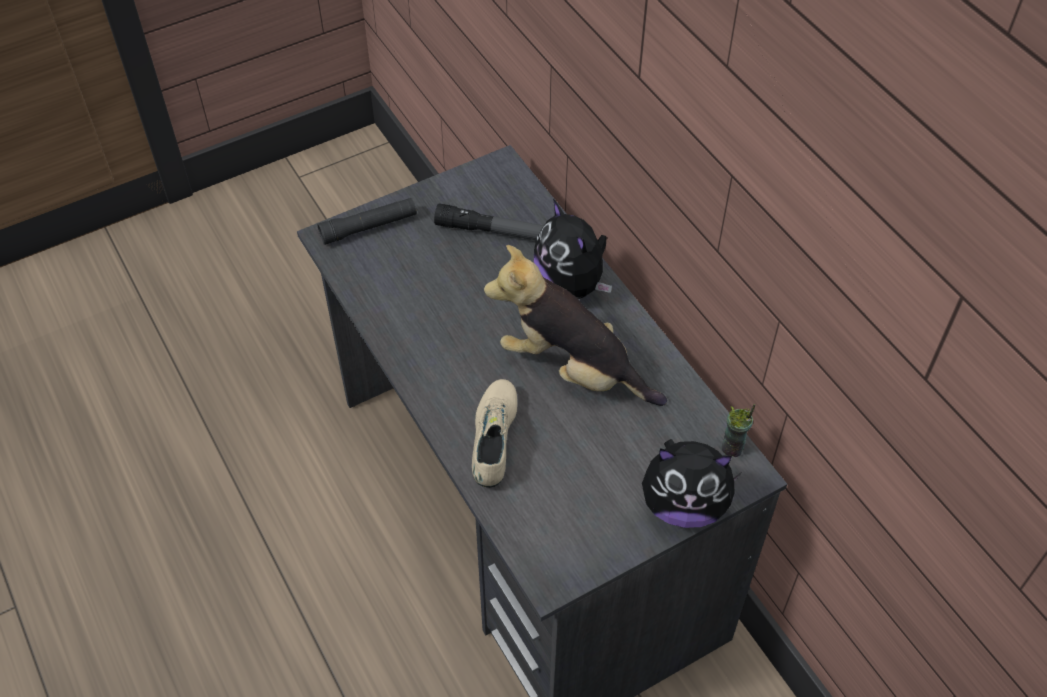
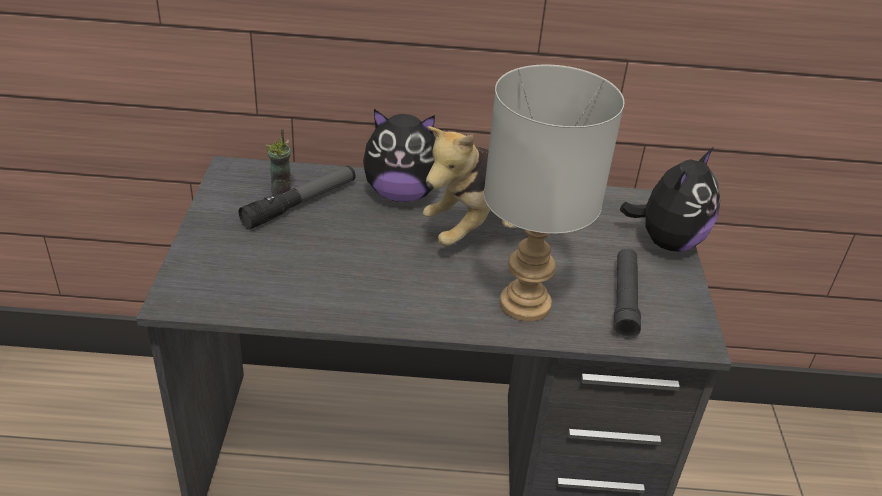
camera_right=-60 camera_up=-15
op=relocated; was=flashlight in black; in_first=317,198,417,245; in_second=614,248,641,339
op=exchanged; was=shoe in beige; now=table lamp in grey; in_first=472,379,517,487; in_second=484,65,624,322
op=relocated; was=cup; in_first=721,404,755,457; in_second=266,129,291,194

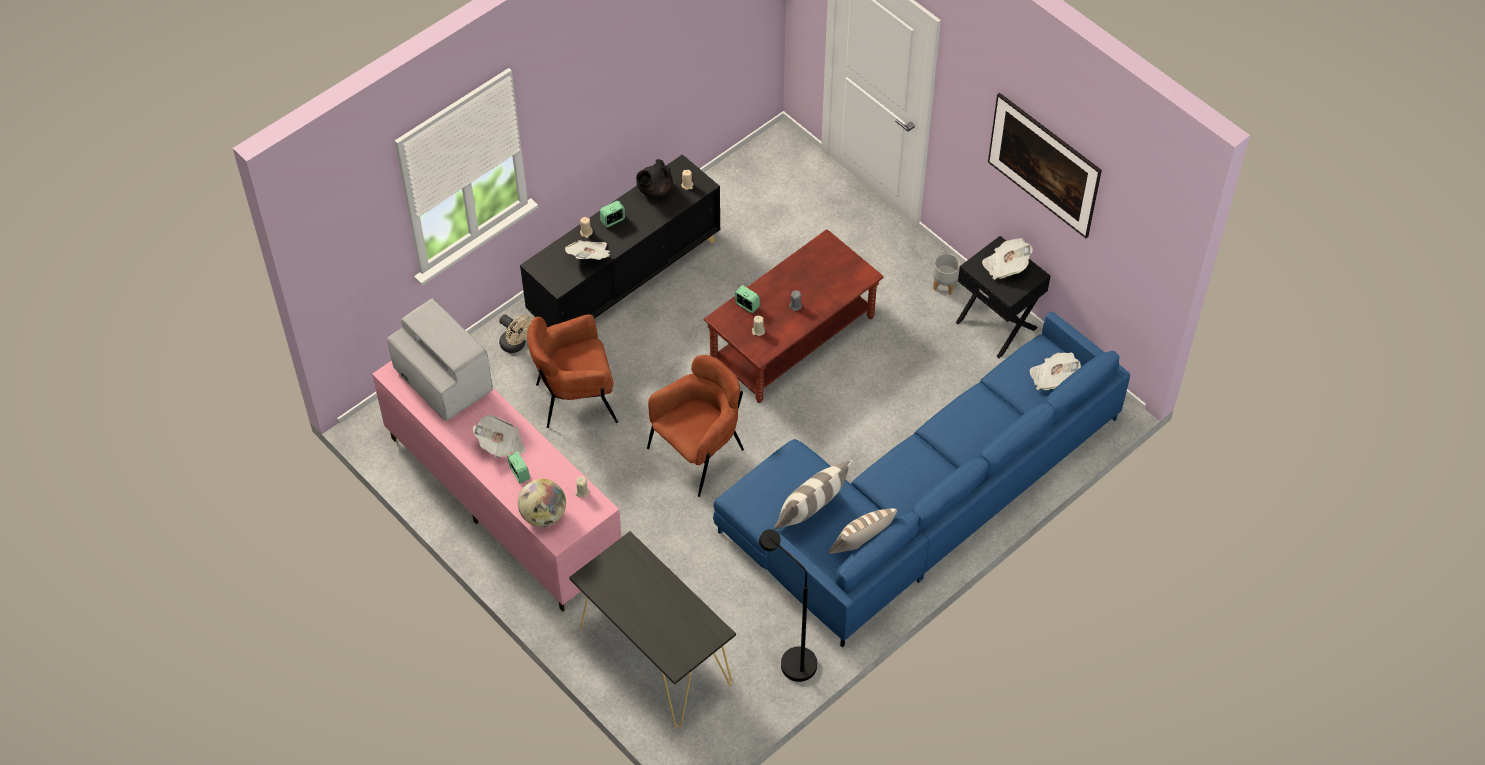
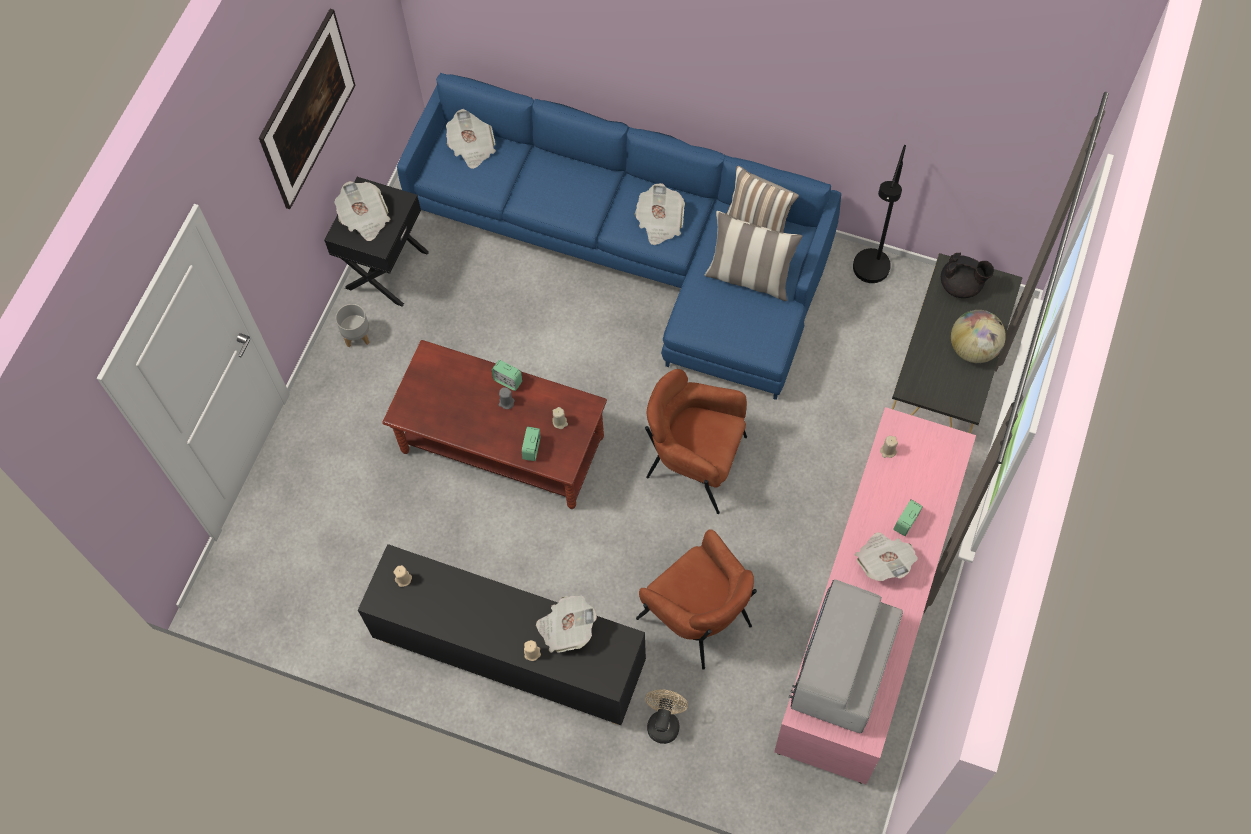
camera_right=-115 camera_up=10
op=relocated; was=globe; in_first=518,479,566,527; in_second=951,310,1006,363
op=relocated; was=alarm clock; in_first=600,201,625,227; in_second=492,360,522,391
op=relocated; was=teapot in black; in_first=636,159,673,198; in_second=941,253,994,298
op=appeared; now=newspaper; in_second=635,183,685,245

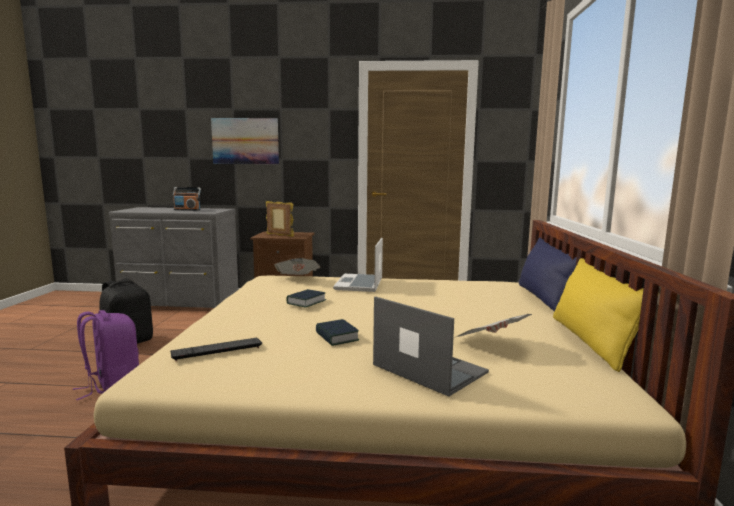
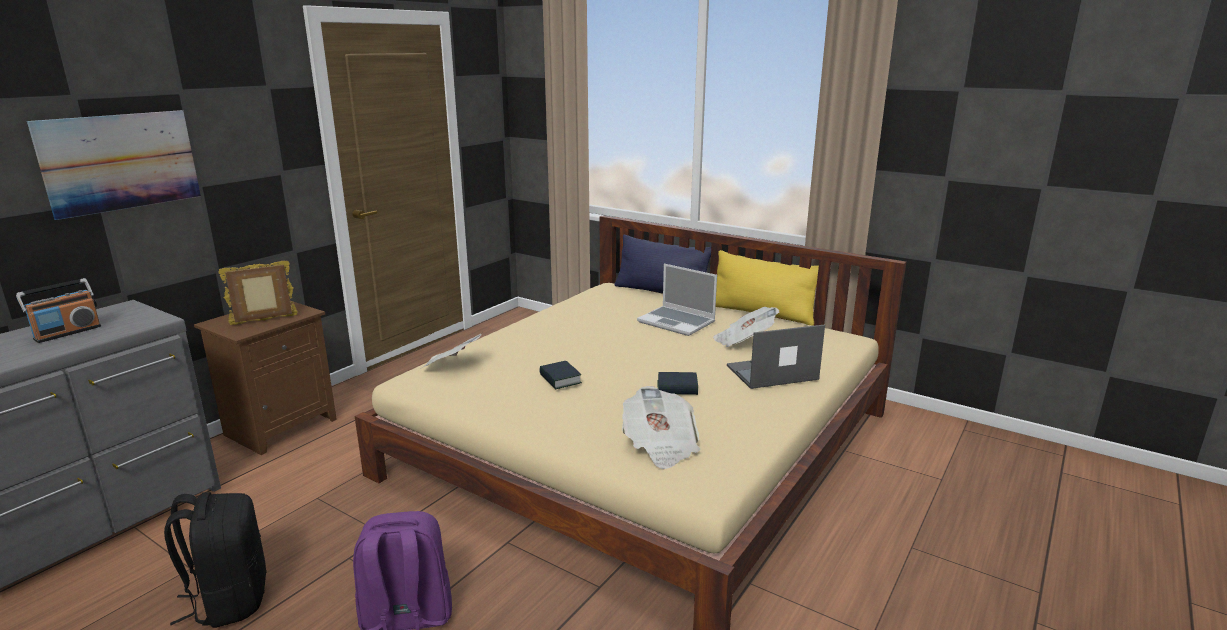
camera_right=-60 camera_up=10
op=exchanged; was=keyboard; now=newspaper; in_first=170,338,262,361; in_second=622,386,700,469
op=relocated; was=laptop; in_first=333,238,383,292; in_second=637,264,717,336

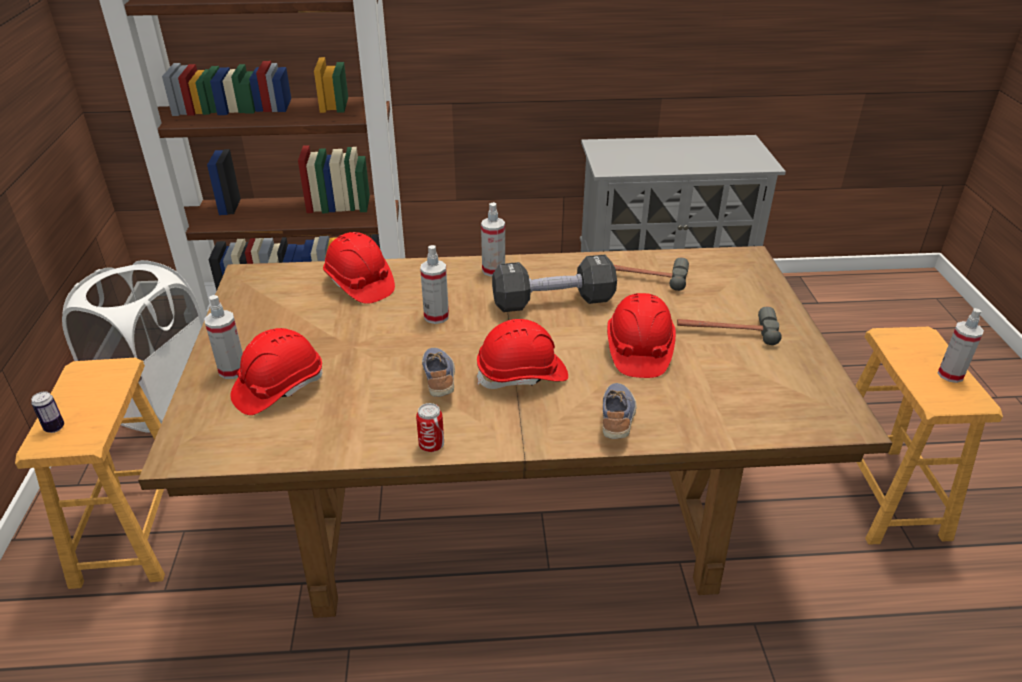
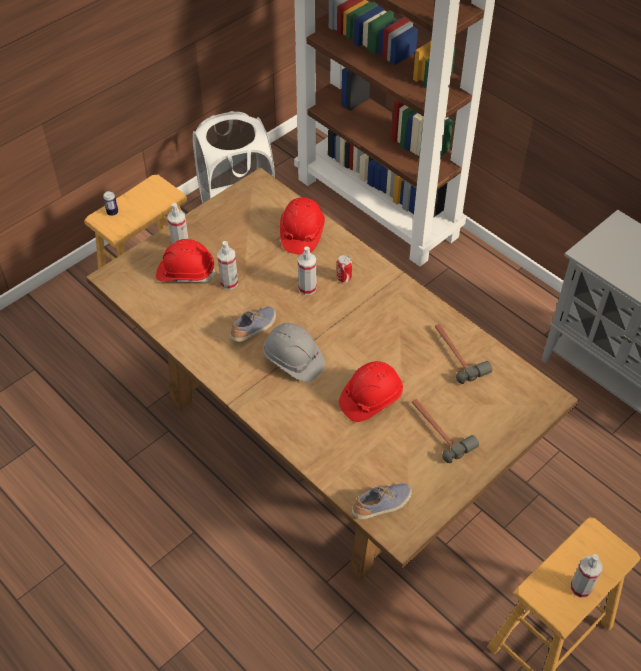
camera_right=50 camera_up=15
op=relocated; was=can; in_first=416,403,444,452; in_second=337,255,352,282
op=colour; was=hard hat in red; now=hard hat in grey; in_first=477,319,568,389; in_second=263,323,325,382
op=relocated; was=spray bottle; in_first=481,202,505,277; in_second=217,241,238,290
op=missing; was=dumbbell in black; in_first=492,255,617,312
op=relocated; was=shoe; in_first=603,383,637,439; in_second=352,483,412,519

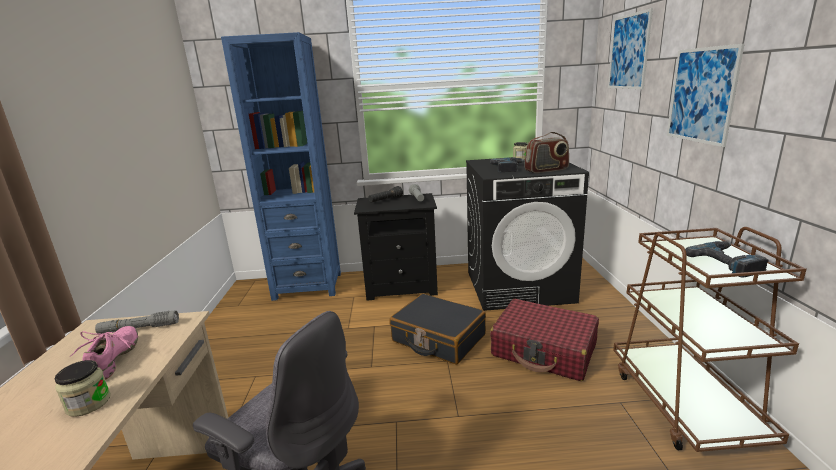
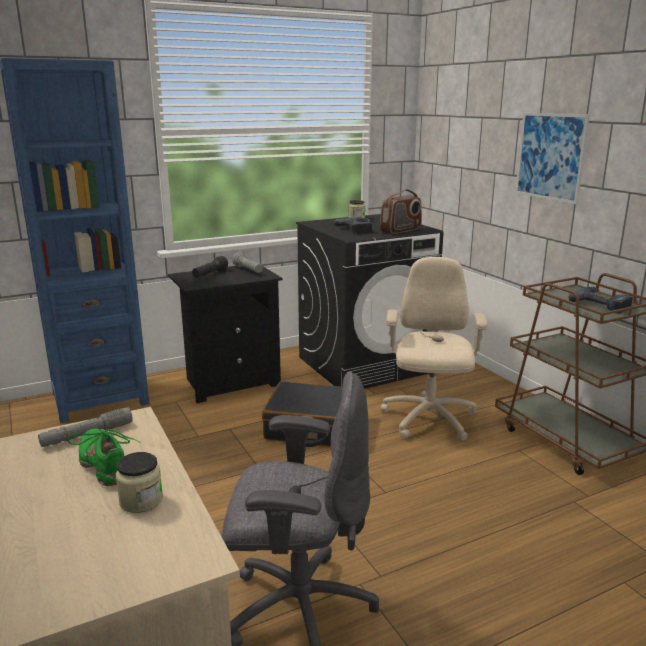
camera_right=-25 camera_up=0
op=colour; was=shoe in pink; now=shoe in green; in_first=70,326,138,380; in_second=68,428,141,486
op=exchanged; was=suitcase in red; now=office chair in beige; in_first=490,299,599,381; in_second=381,257,488,441
op=missing; was=picture; in_first=608,8,653,89

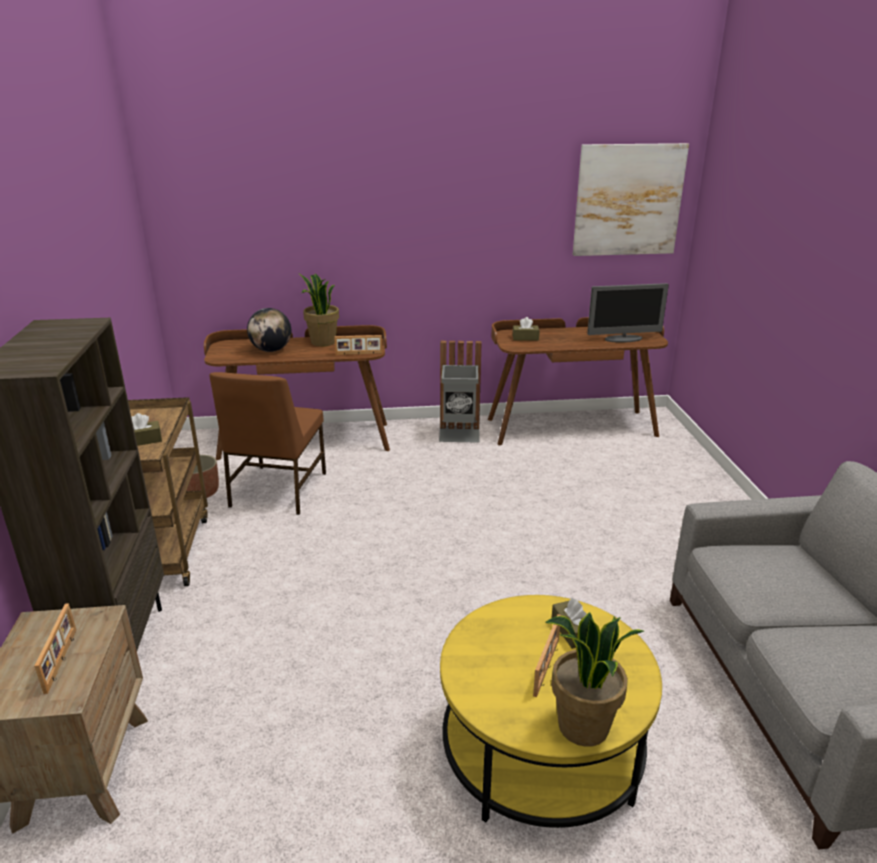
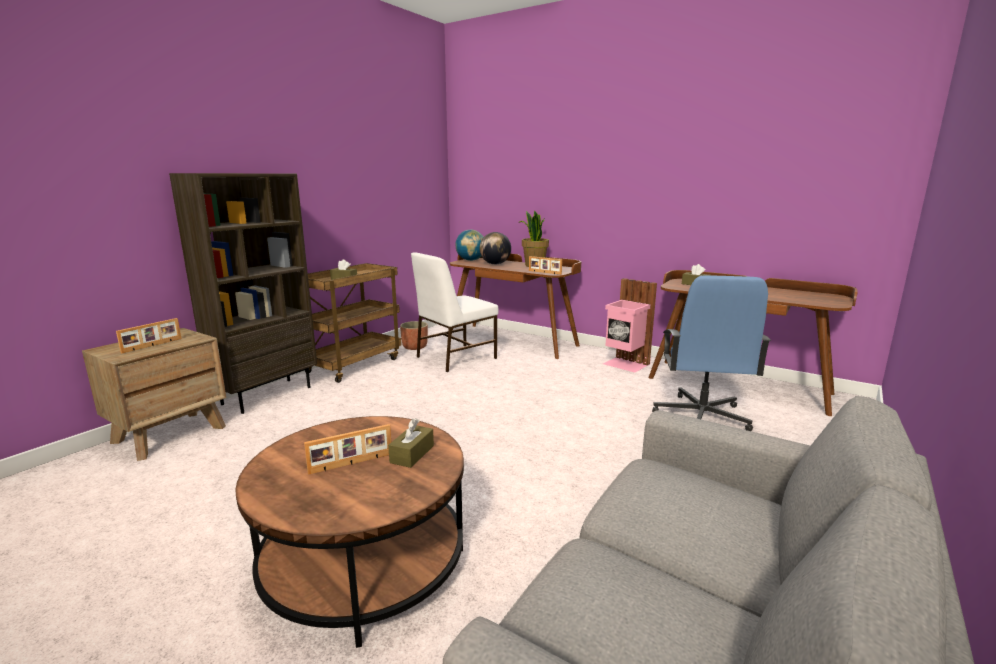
camera_right=40 camera_up=-10
op=colour; was=chair in brown; now=chair in white; in_first=209,372,326,515; in_second=411,252,498,372
op=colour; was=trash can in grey; now=trash can in pink; in_first=439,341,481,443; in_second=603,278,657,373
op=colour; was=coffee table in yellow; now=coffee table in brown; in_first=440,595,662,828; in_second=236,416,464,648
op=missing; was=potted plant; in_first=545,612,644,747
op=missing; was=picture; in_first=573,143,689,256
op=missing; was=monitor; in_first=587,283,669,343
op=appeared; now=globe; in_second=455,230,483,261
op=appeared; now=office chair in blue; in_second=652,275,771,431

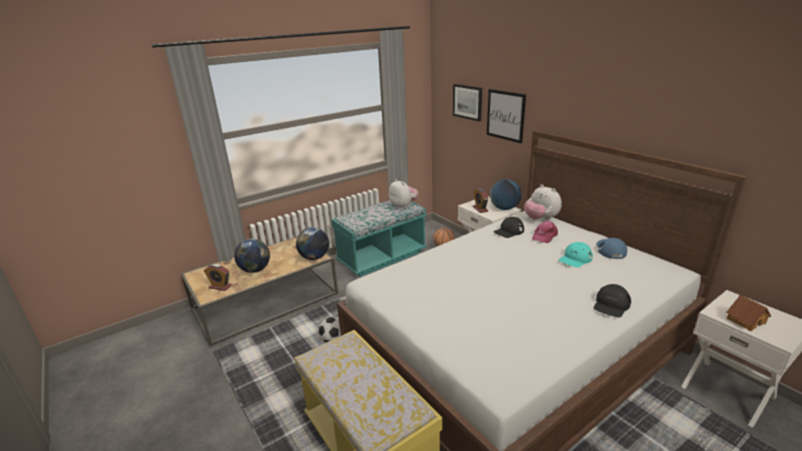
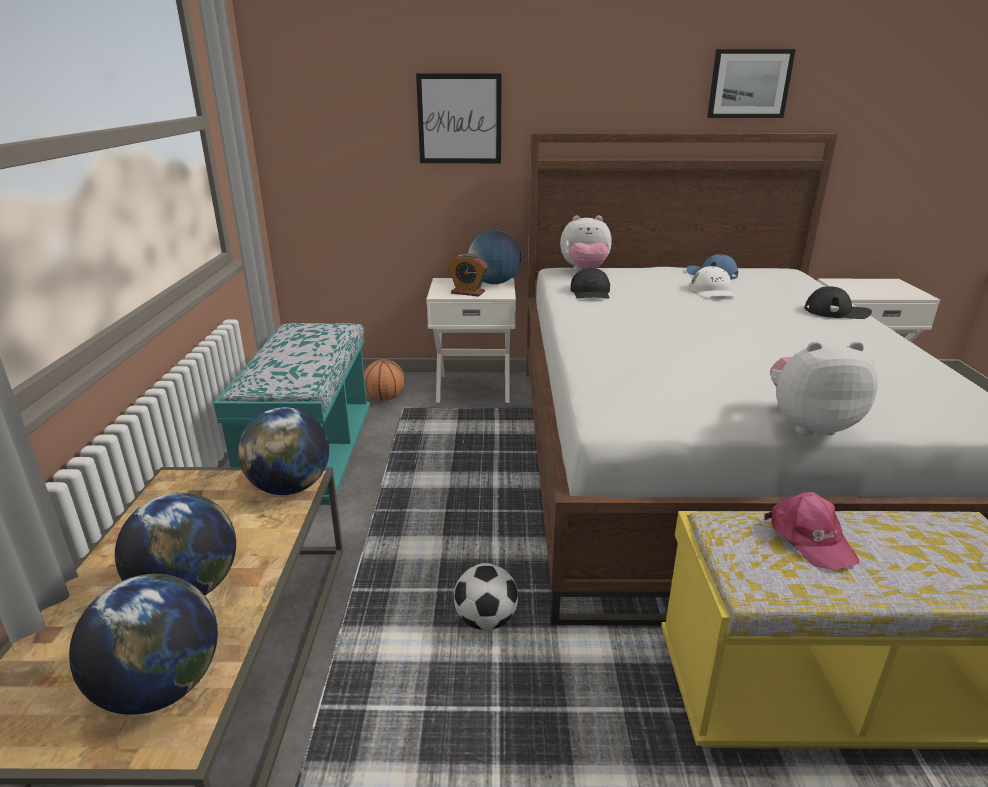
camera_right=-55 camera_up=0
op=exchanged; was=alarm clock; now=globe; in_first=204,264,232,291; in_second=69,574,218,715
op=relocated; was=plush toy; in_first=389,179,419,209; in_second=770,341,878,435
op=relocated; was=picture; in_first=453,84,482,121; in_second=707,49,796,118
op=relocated; was=cap in pink; in_first=532,221,558,243; in_second=765,492,859,570
op=colour; was=cap in turquoise; now=cap in white; in_first=558,242,593,268; in_second=690,266,736,297
op=spun; was=cap in black; in_first=593,284,631,318; in_second=804,286,872,319; clockwise=-60
op=missing; was=toy house; in_first=726,295,771,331

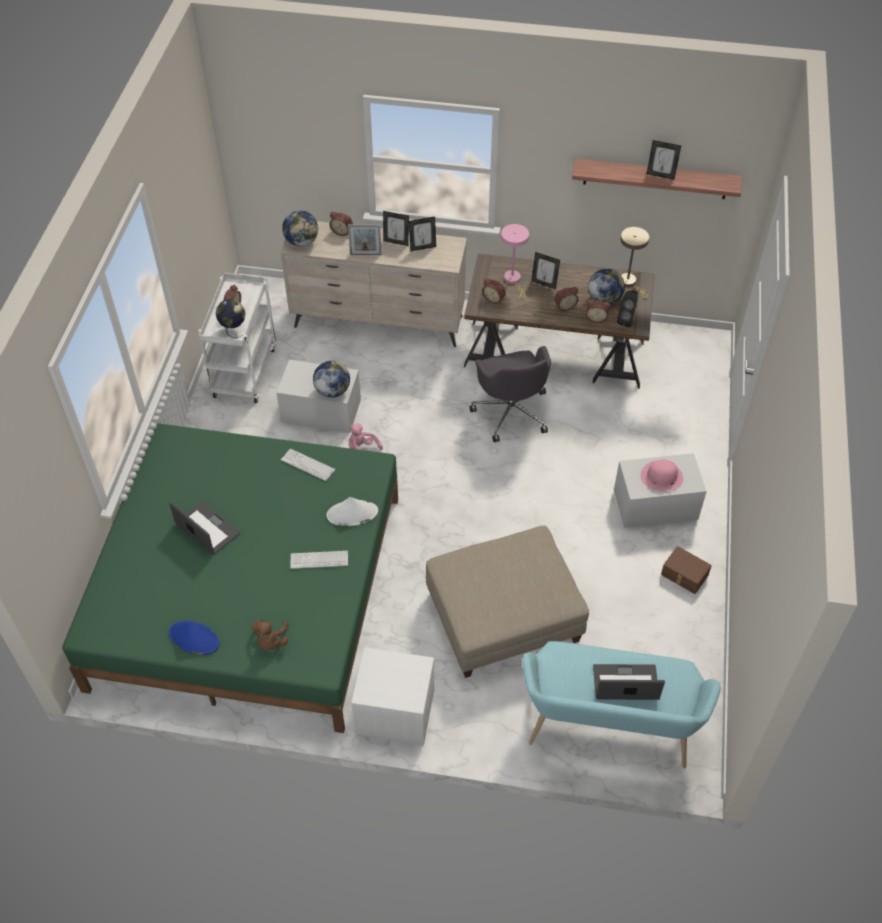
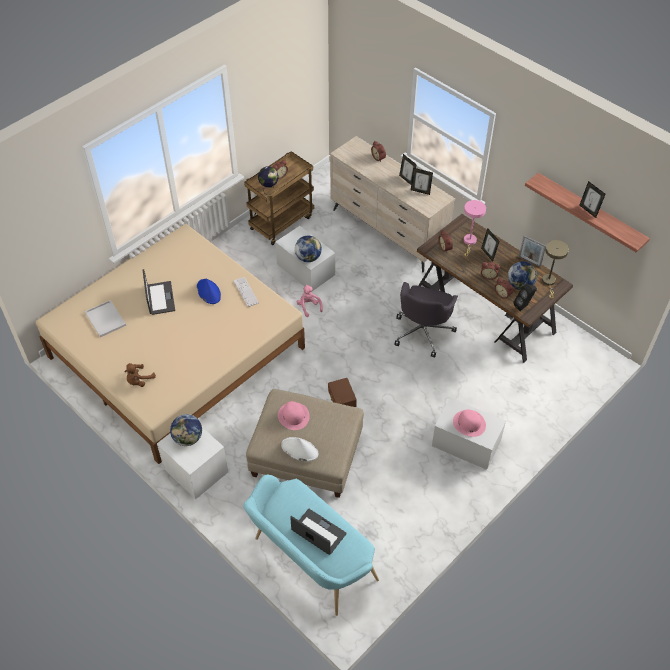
camera_right=35 camera_up=0
op=colour; was=bed in green; now=bed in beige; in_first=62,423,398,733; in_second=36,223,305,464
op=relocated; was=hat in blue; in_first=169,621,220,655; in_second=197,279,221,304
op=colour; was=cart in white; now=cart in brown; in_first=198,273,276,403; in_second=244,151,314,245
op=relocated; was=globe; in_first=282,210,318,247; in_second=170,414,202,446
op=missing; was=keyboard; in_first=290,551,348,569
op=relocated; was=hat in white; in_first=327,497,378,526; in_second=281,437,318,462
op=relocated; was=picture frame; in_first=348,224,381,255; in_second=519,235,546,267
op=relocated; was=storage box in brown; in_first=661,546,712,594; in_second=328,378,357,407
op=appeared; now=tray in white; in_second=85,300,126,337
op=appeared; now=hat in pink; in_second=278,401,310,430

